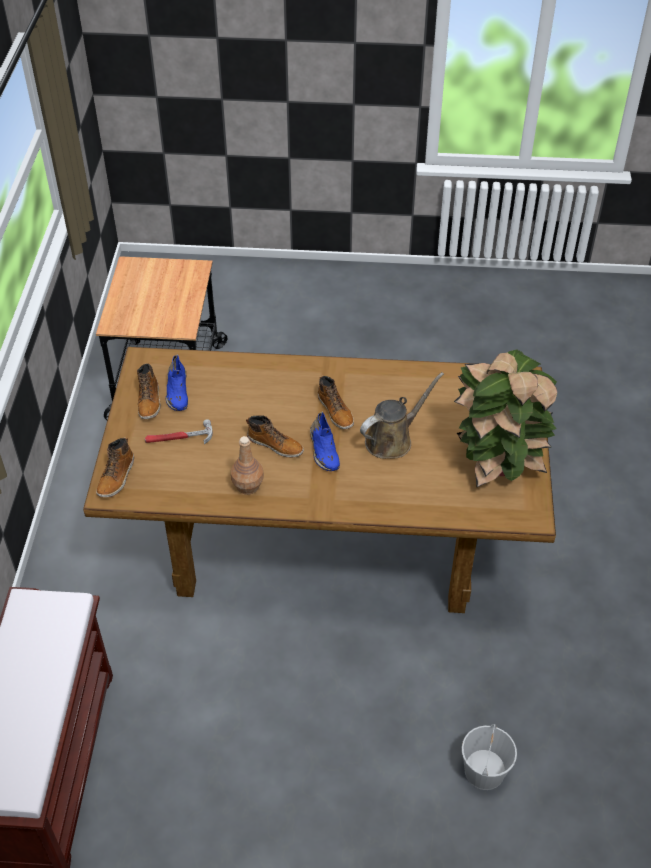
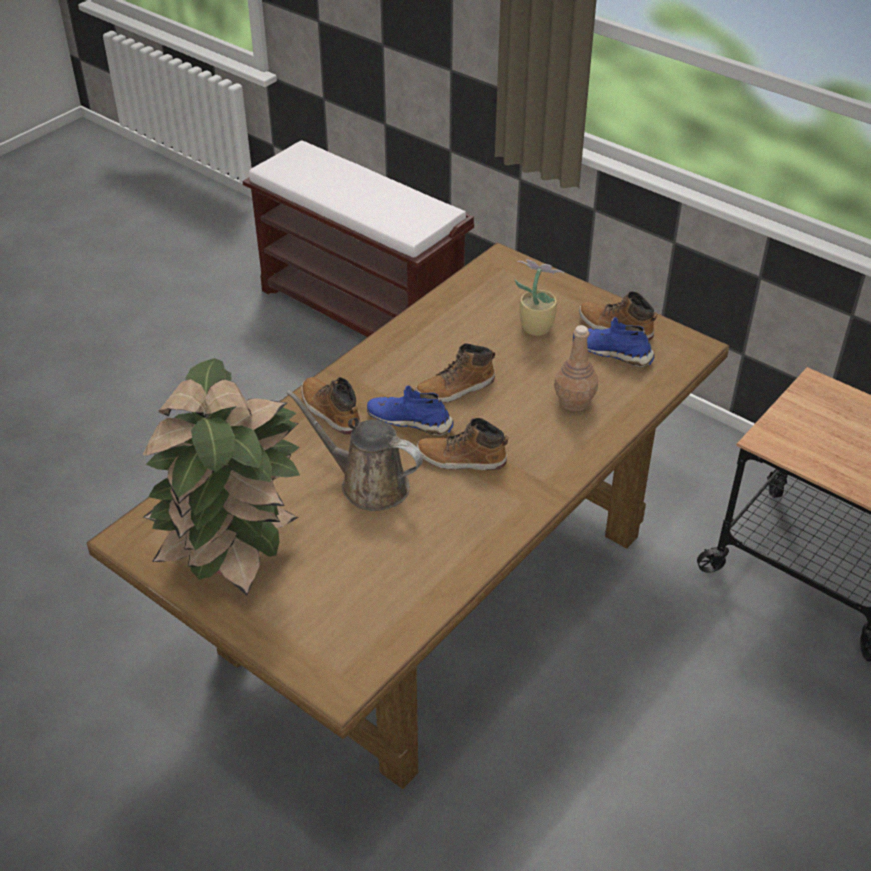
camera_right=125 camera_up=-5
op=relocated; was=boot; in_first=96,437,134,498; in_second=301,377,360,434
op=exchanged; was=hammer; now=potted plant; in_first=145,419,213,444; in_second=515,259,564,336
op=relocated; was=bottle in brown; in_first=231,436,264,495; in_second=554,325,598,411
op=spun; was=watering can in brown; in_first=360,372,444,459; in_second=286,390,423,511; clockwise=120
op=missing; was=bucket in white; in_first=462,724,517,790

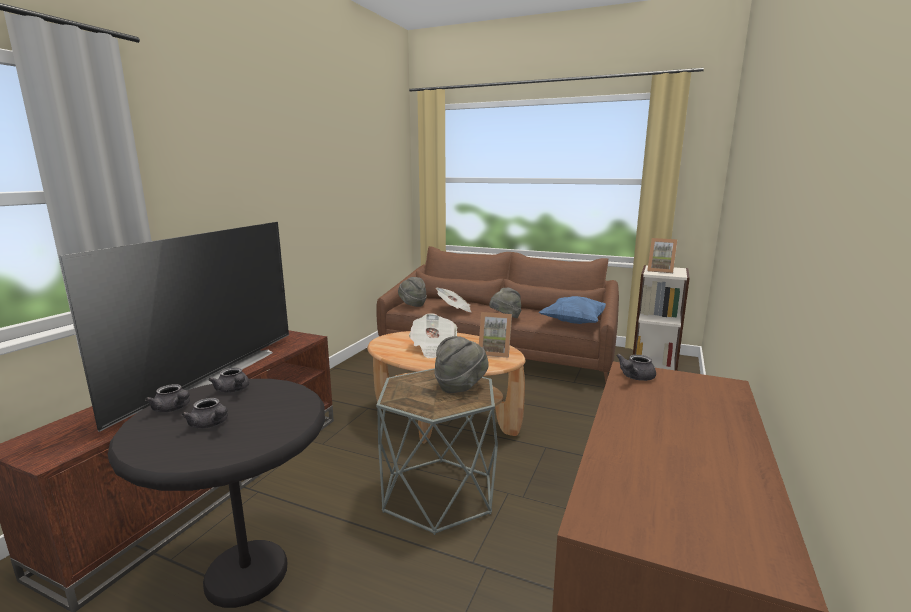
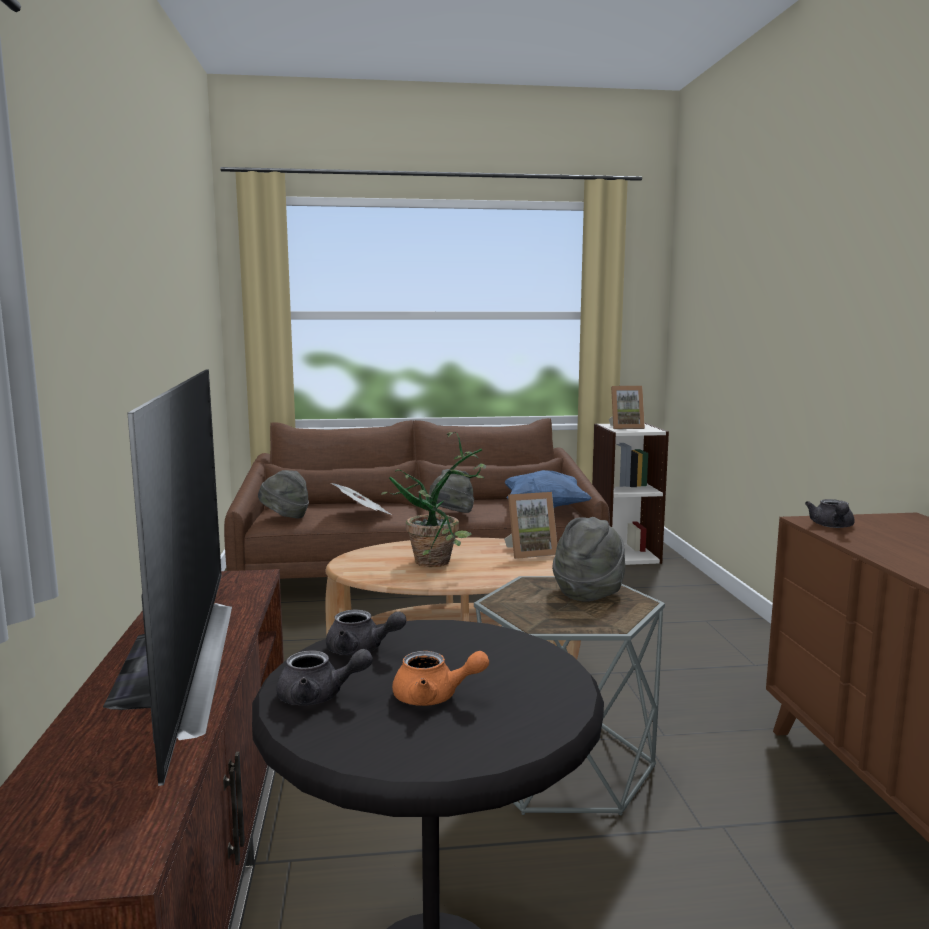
camera_right=-30 camera_up=-5
op=colour; was=teapot in grey; now=teapot in orange; in_first=181,398,228,429; in_second=392,651,489,706
op=exchanged; was=newspaper; now=potted plant; in_first=409,313,457,358; in_second=381,432,486,567

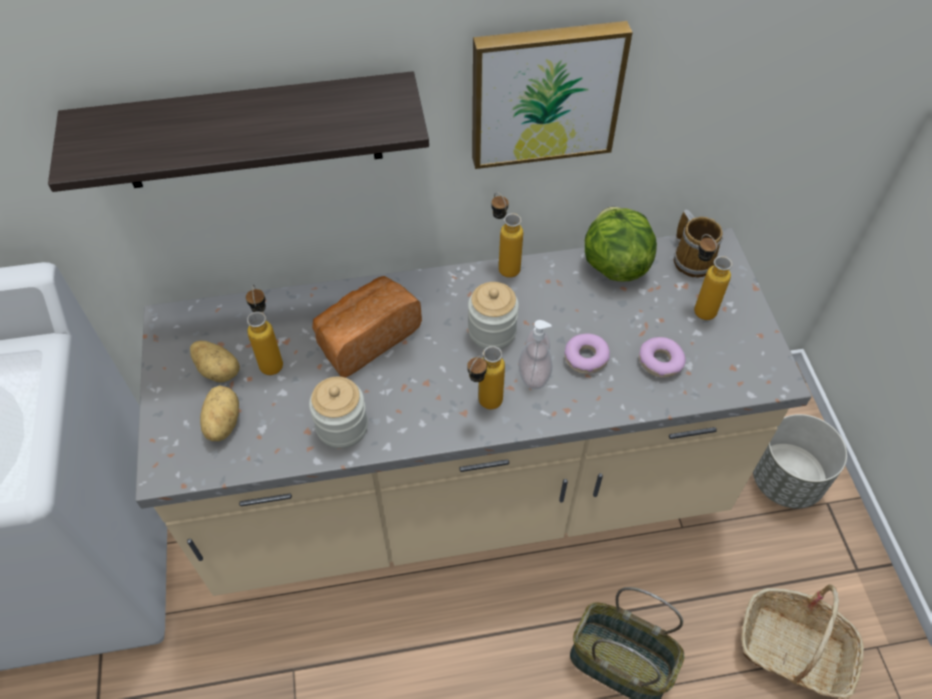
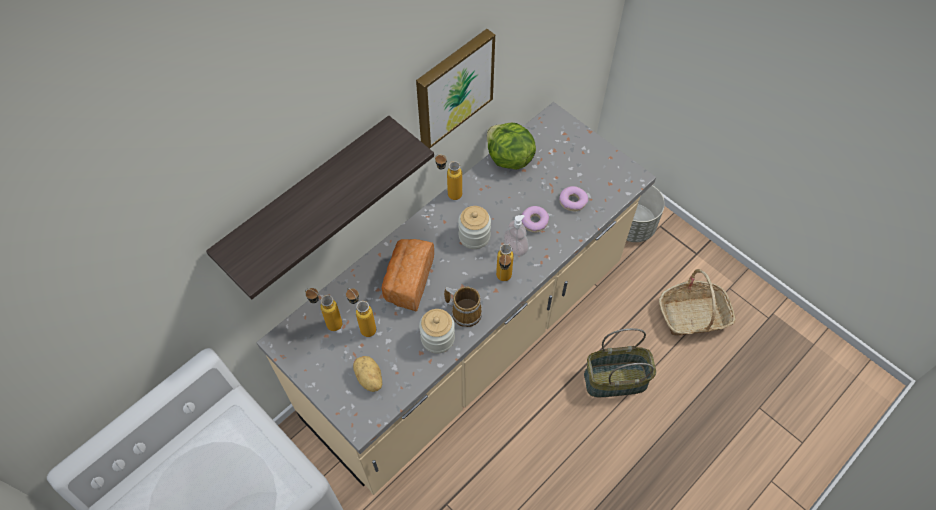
camera_right=-35 camera_up=5
op=missing; was=potato; in_first=190,341,240,383
op=relocated; was=mug; in_first=674,210,723,278; in_second=444,287,482,327
op=relocated; was=bottle; in_first=694,234,732,320; in_second=305,288,342,331

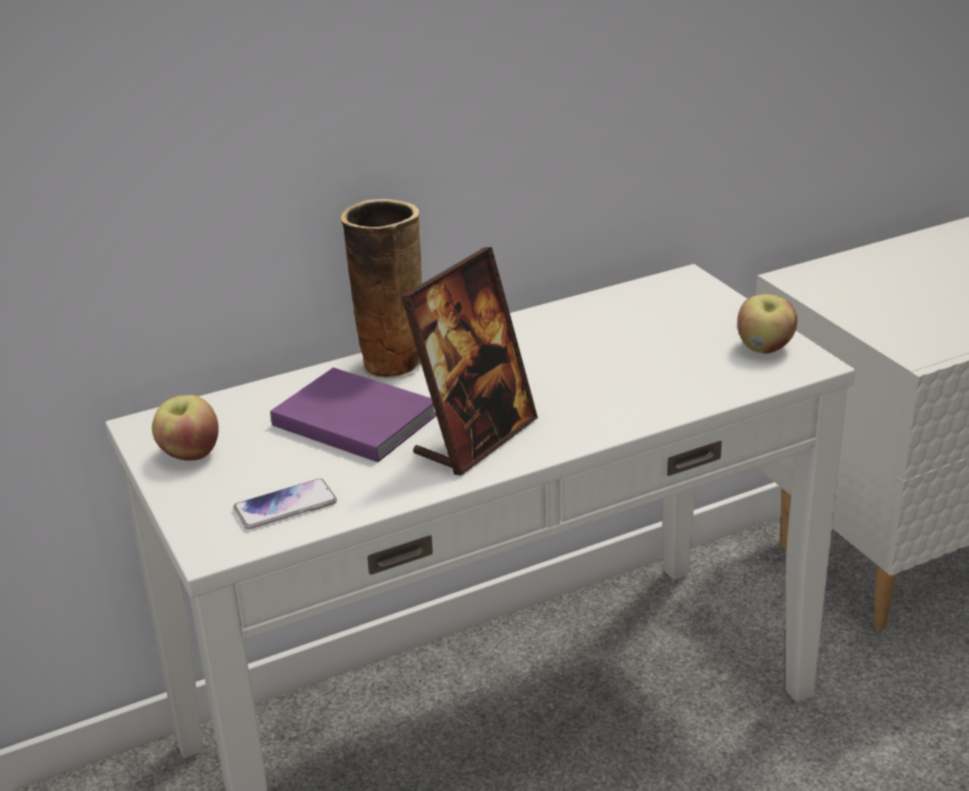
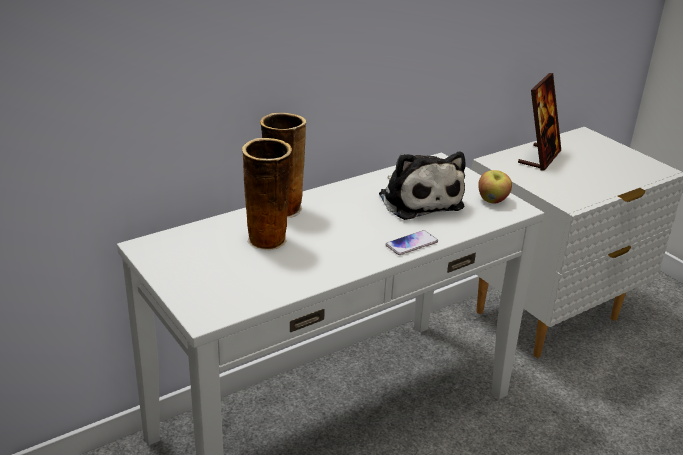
camera_right=-10 camera_up=0
op=missing; was=apple; in_first=152,395,219,461
op=relocated; was=phone; in_first=233,479,337,529; in_second=385,230,438,255
op=exchanged; was=book in purple; now=vase; in_first=270,367,436,462; in_second=242,138,292,251
op=relocated; was=picture frame; in_first=401,247,538,476; in_second=518,73,561,170
op=appeared; now=plush toy; in_second=379,152,466,220

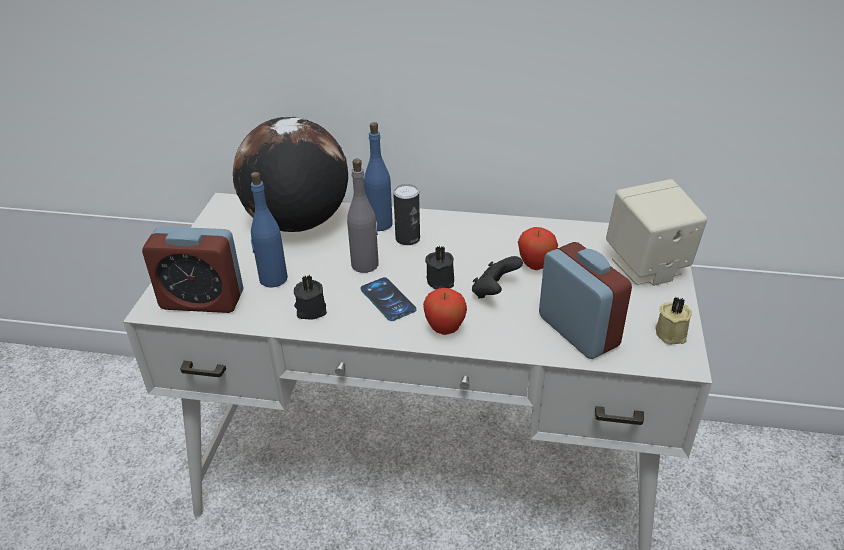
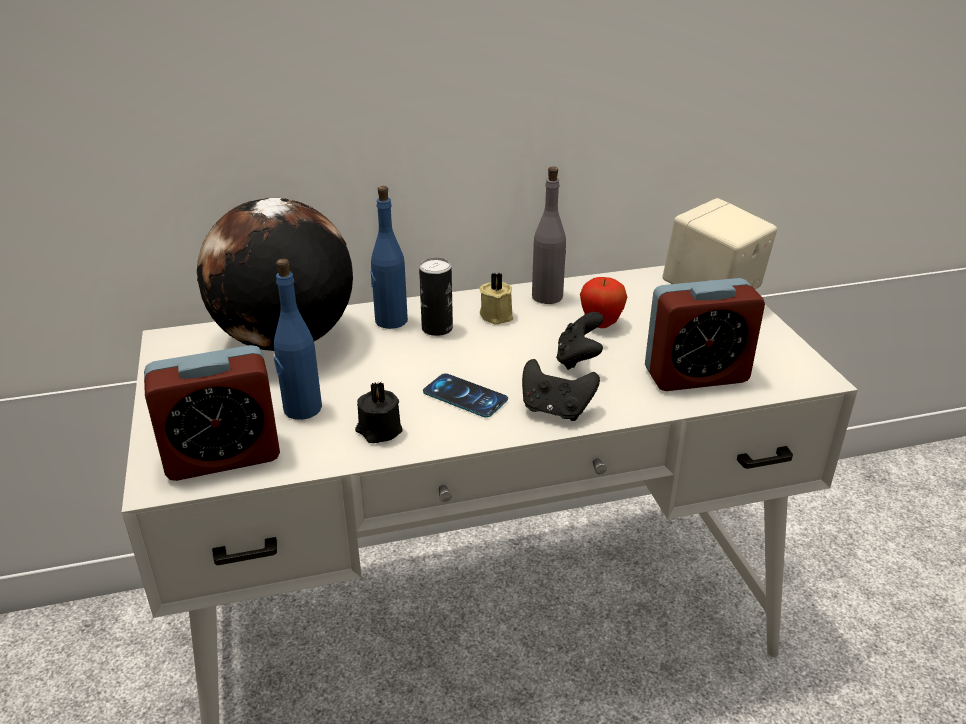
camera_right=-25 camera_up=-5
op=relocated; was=bottle in grey; in_first=347,159,379,273; in_second=532,167,566,304
op=exchanged; was=apple; now=game controller in black; in_first=423,288,467,335; in_second=522,359,600,421
op=missing; was=candle in black; in_first=425,245,454,290
op=spun; was=alarm clock; in_first=539,242,632,359; in_second=645,278,765,391; clockwise=135
op=relocated; was=candle in beige; in_first=655,297,692,345; in_second=480,272,513,325

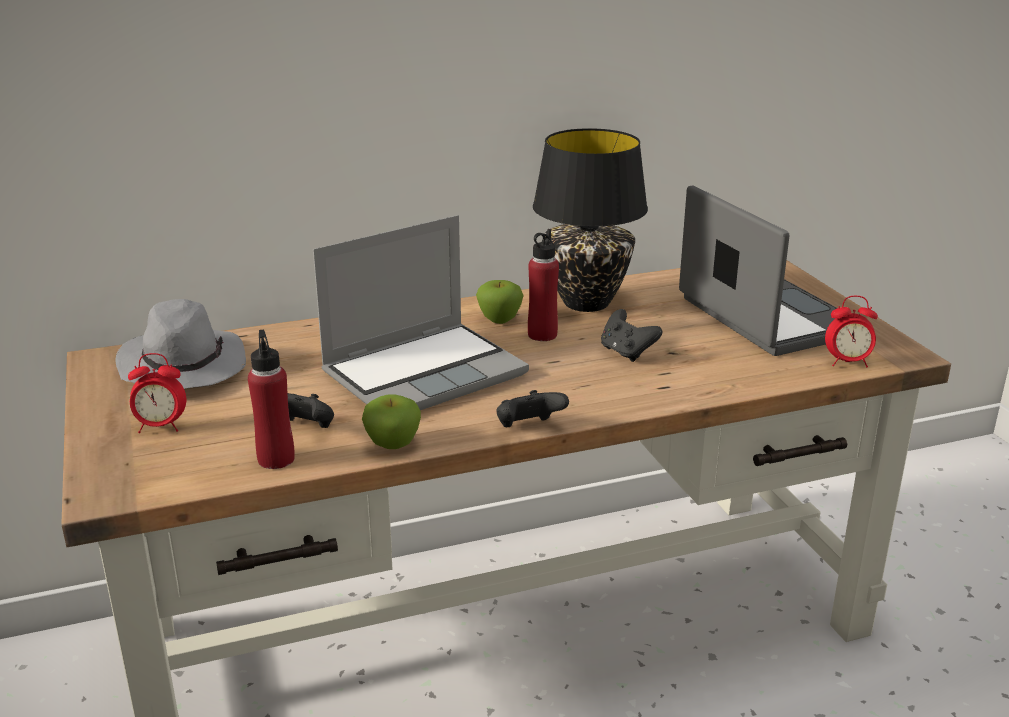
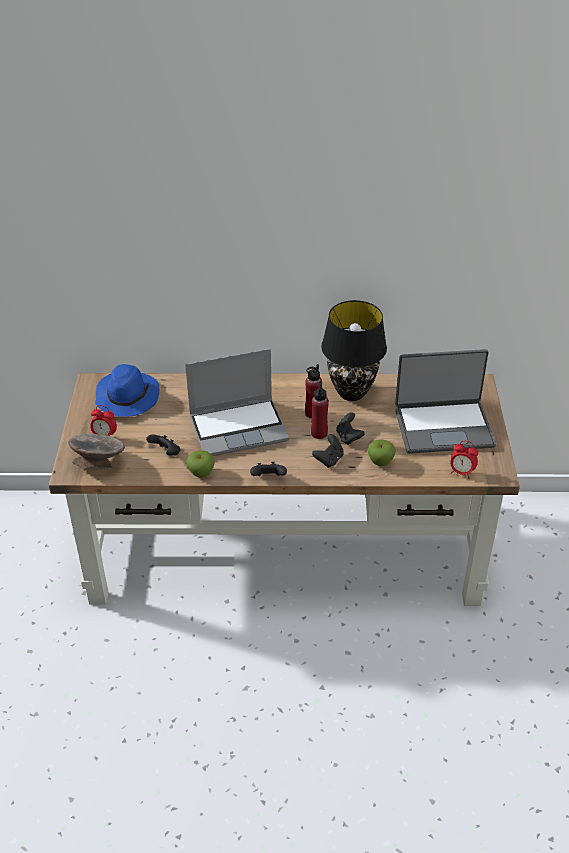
camera_right=20 camera_up=15
op=colour; was=hat in grey; now=hat in blue; in_first=115,299,246,389; in_second=95,364,159,417
op=relocated; was=bottle in red; in_first=248,330,295,469; in_second=311,381,329,439
op=relocated; was=apple; in_first=476,280,524,324; in_second=367,439,396,466
op=spun; was=laptop; in_first=679,185,837,356; in_second=395,349,496,454; clockwise=90
op=appeared; now=bowl in grey; in_second=68,434,125,470
op=appeared; now=game controller in black; in_second=312,434,344,468

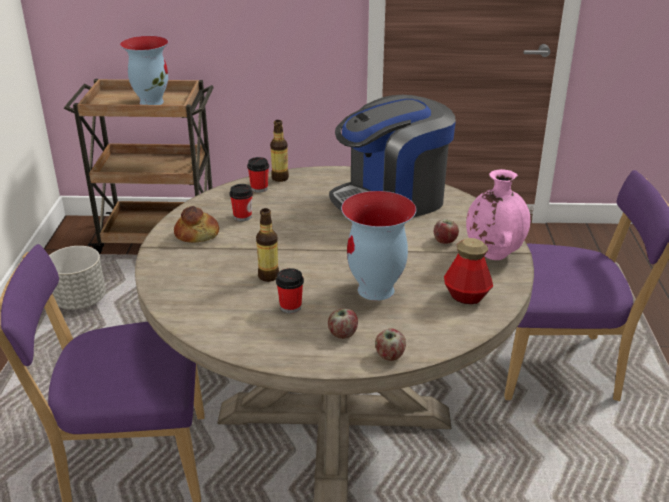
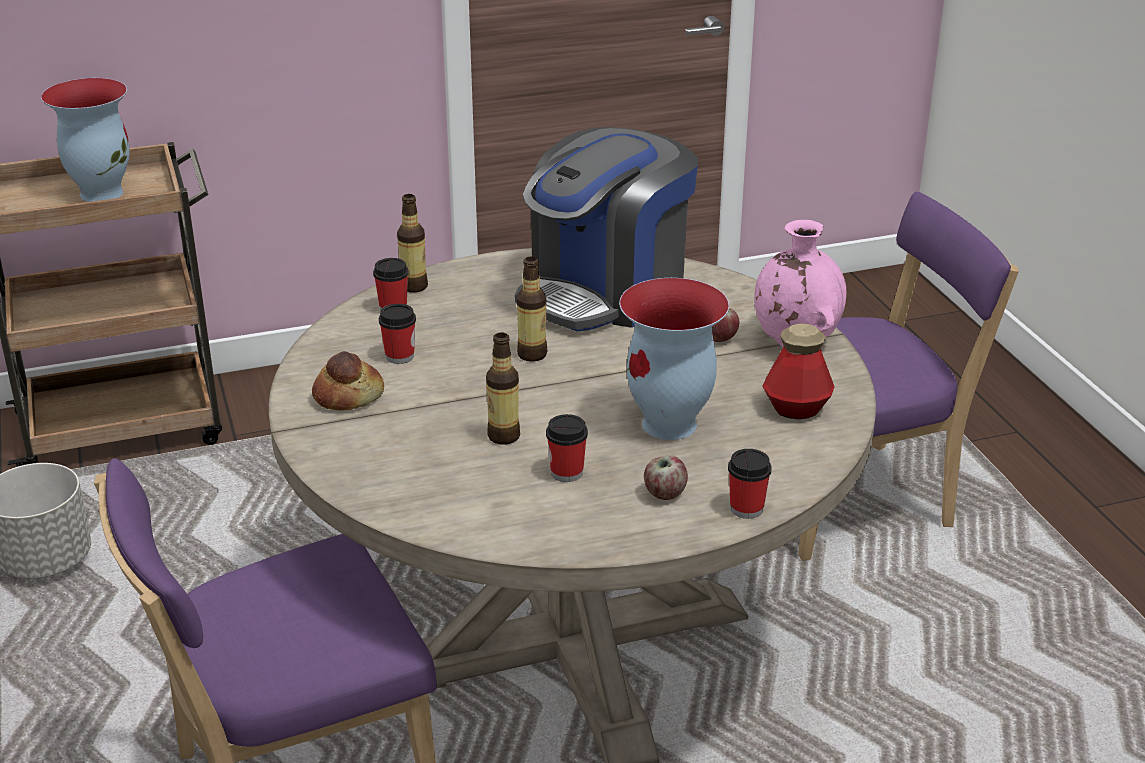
camera_right=-20 camera_up=0
op=exchanged; was=apple; now=cup; in_first=375,329,406,361; in_second=728,449,772,519
op=appeared; now=bottle; in_second=517,256,547,362

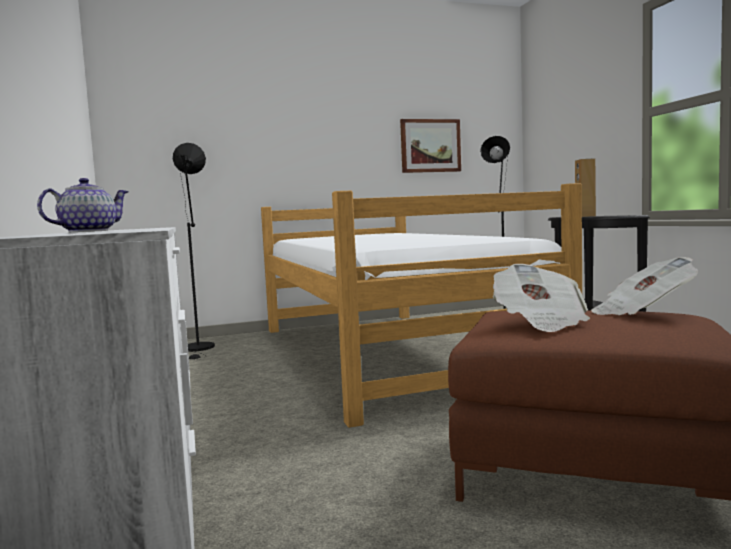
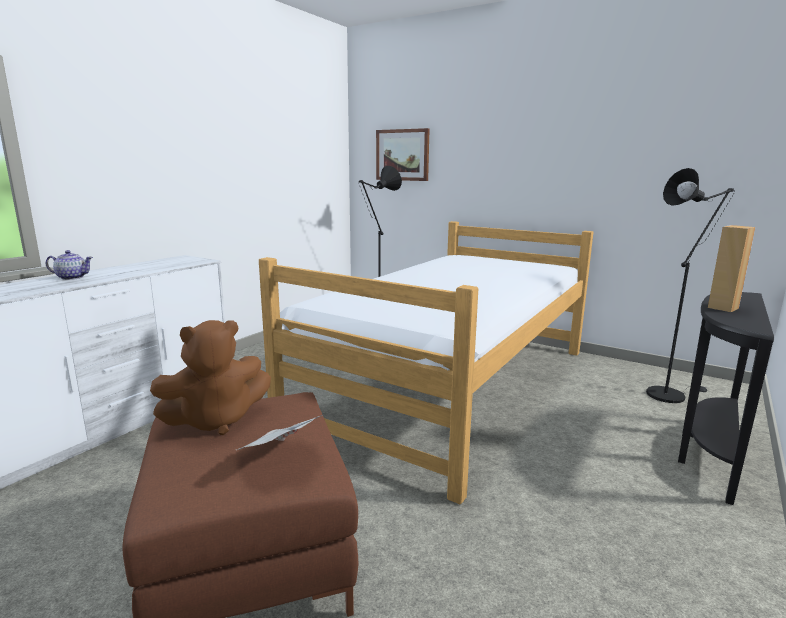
camera_right=50 camera_up=10
op=relocated; was=picture; in_first=400,119,461,173; in_second=376,128,430,181
op=exchanged; was=newspaper; now=plush toy in brown; in_first=493,264,590,332; in_second=150,320,271,435

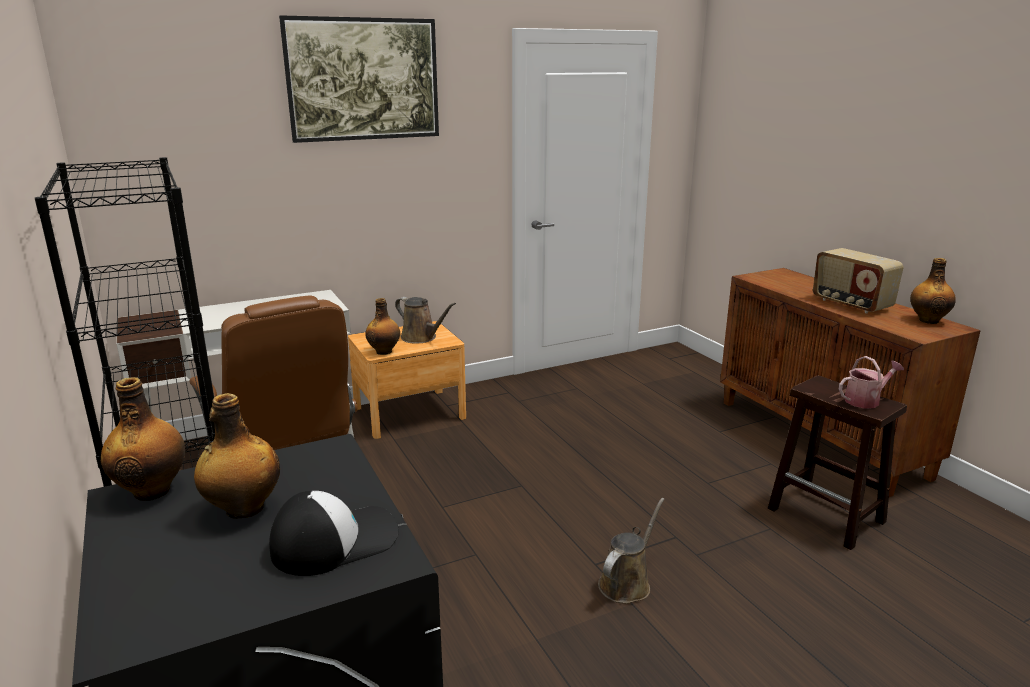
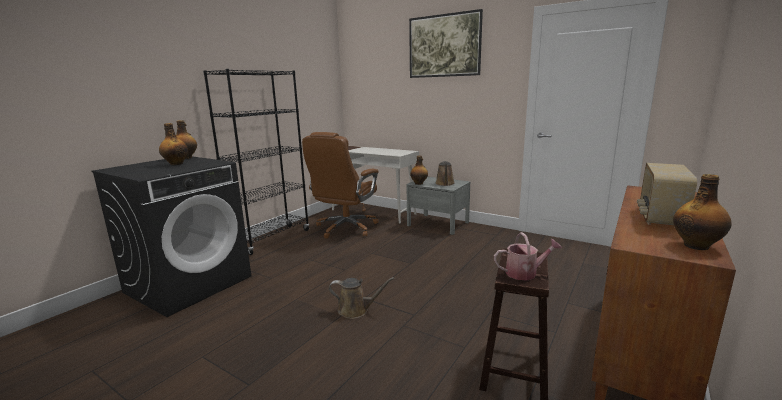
camera_right=60 camera_up=-5
op=missing; was=cap; in_first=269,491,399,576
op=colour; was=nightstand in brown; now=nightstand in grey; in_first=348,321,466,439; in_second=406,177,470,235
op=spun; was=watering can; in_first=839,356,904,408; in_second=494,232,562,281; clockwise=-45

